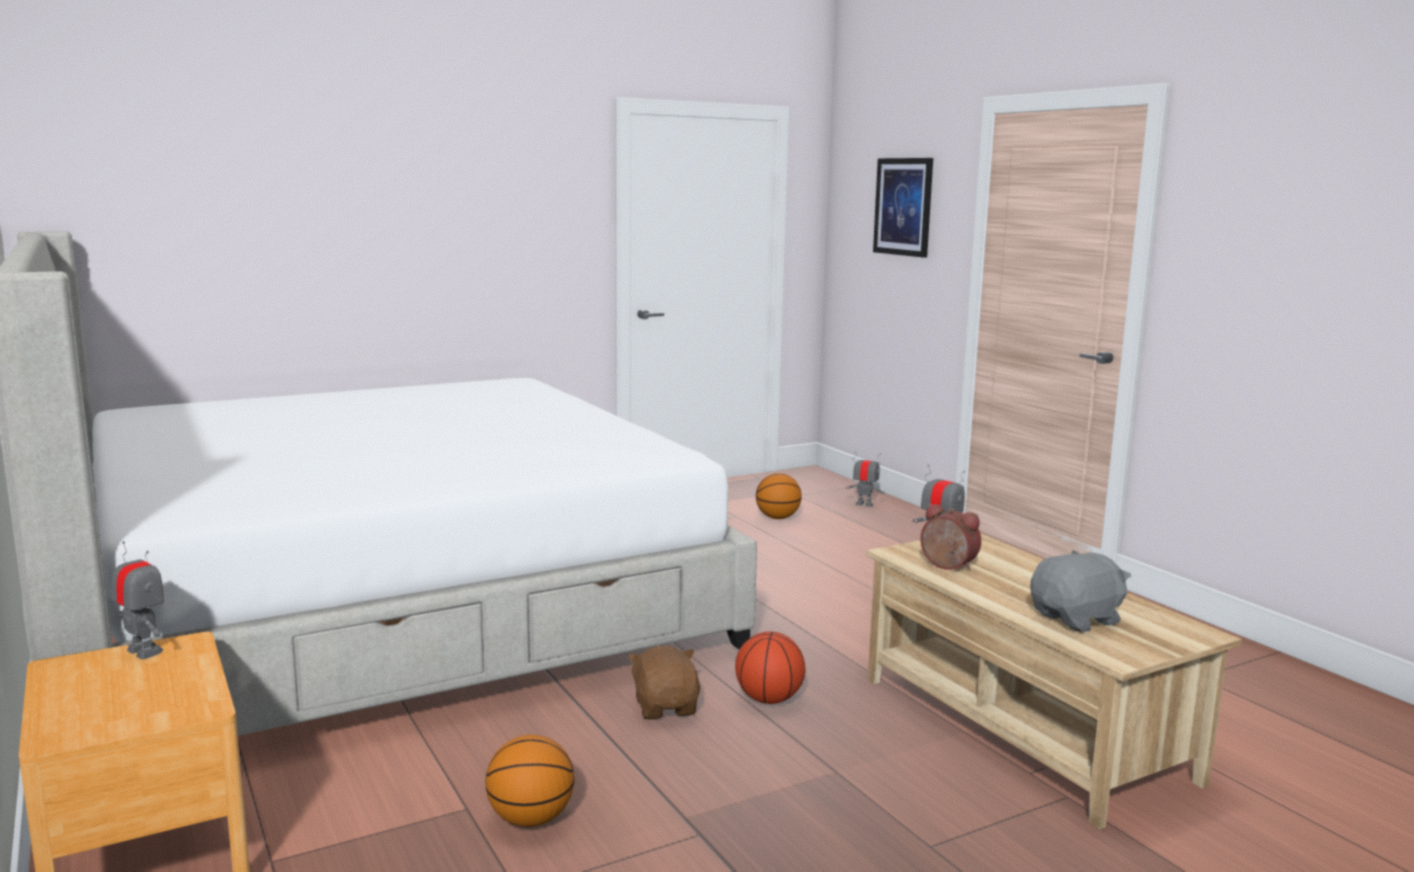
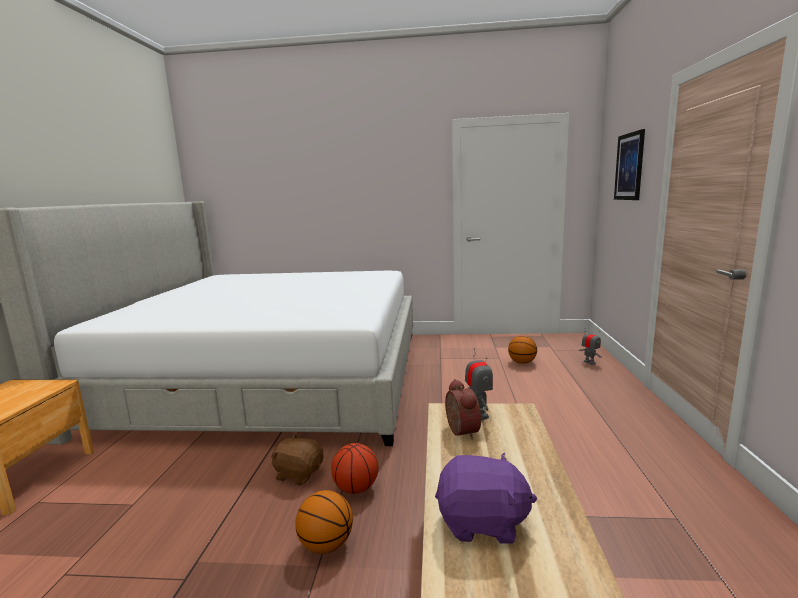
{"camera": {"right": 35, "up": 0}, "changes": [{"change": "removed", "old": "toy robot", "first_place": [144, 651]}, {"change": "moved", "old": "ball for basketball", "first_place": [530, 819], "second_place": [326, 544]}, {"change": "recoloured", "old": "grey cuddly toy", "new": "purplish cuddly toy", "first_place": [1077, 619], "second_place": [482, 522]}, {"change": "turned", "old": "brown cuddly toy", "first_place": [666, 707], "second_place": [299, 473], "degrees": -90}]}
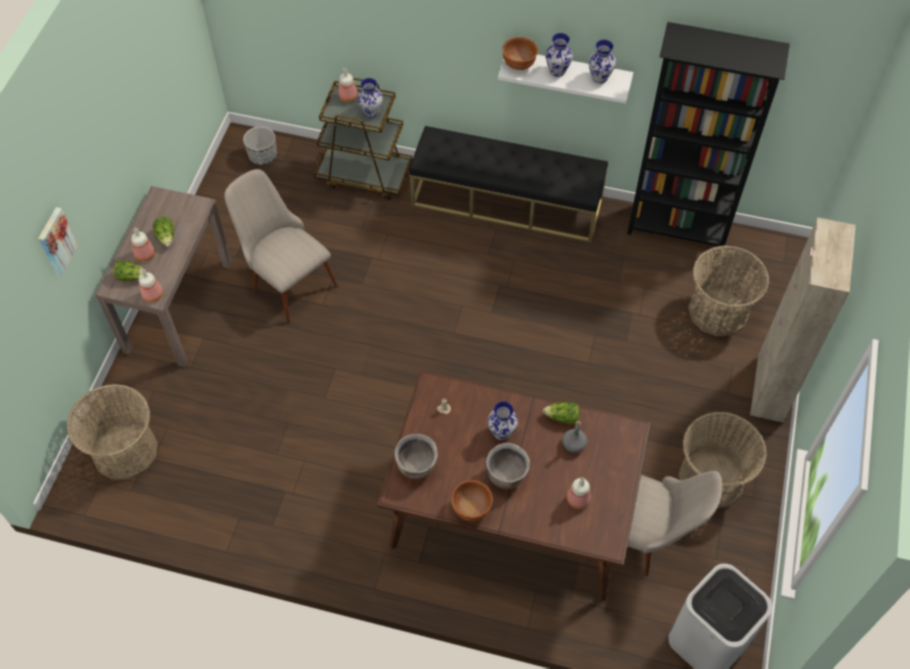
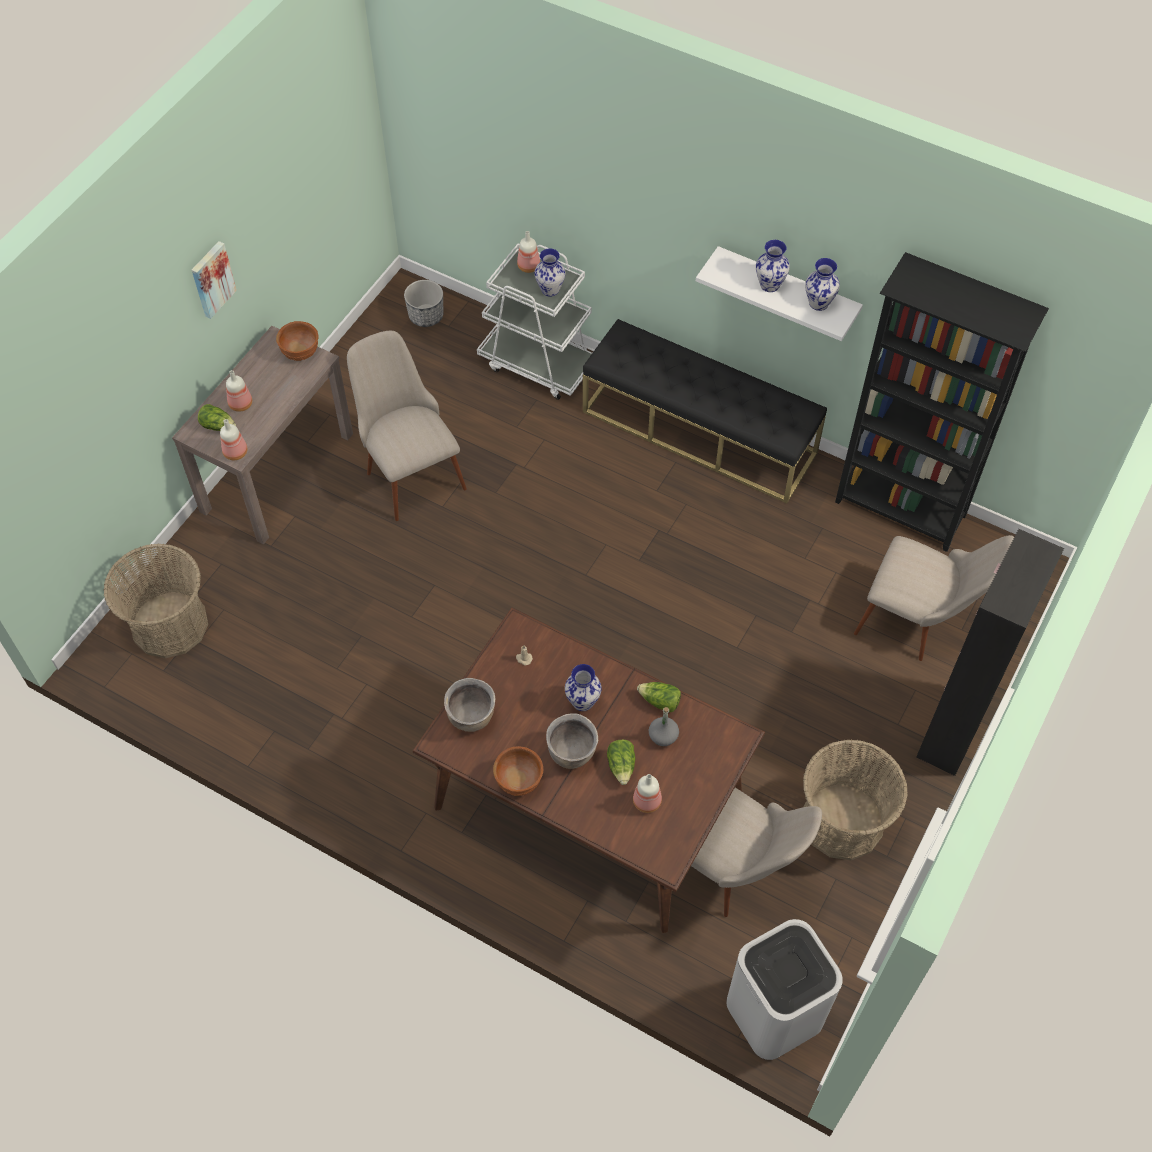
{"camera": {"right": 15, "up": 0}, "changes": [{"change": "moved", "old": "wall art", "first_place": [56, 241], "second_place": [211, 279]}, {"change": "moved", "old": "lettuce head", "first_place": [166, 237], "second_place": [621, 766]}, {"change": "moved", "old": "brown serving bowl", "first_place": [519, 65], "second_place": [301, 353]}, {"change": "replaced", "old": "household basket", "new": "sand-coloured plain chair", "first_place": [718, 311], "second_place": [918, 622]}, {"change": "recoloured", "old": "brown wheeled cart", "new": "whitish wheeled cart", "first_place": [365, 175], "second_place": [538, 363]}, {"change": "recoloured", "old": "sand-coloured cupboard", "new": "black-coloured cupboard", "first_place": [770, 388], "second_place": [952, 730]}]}
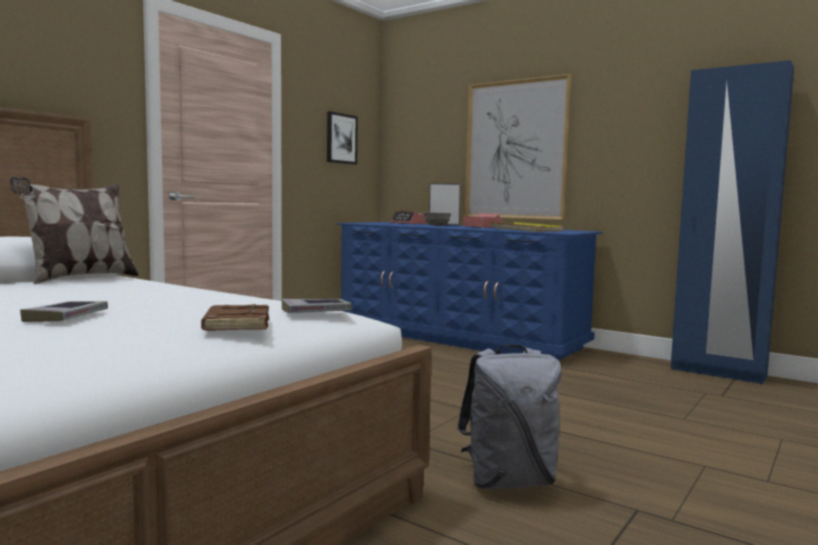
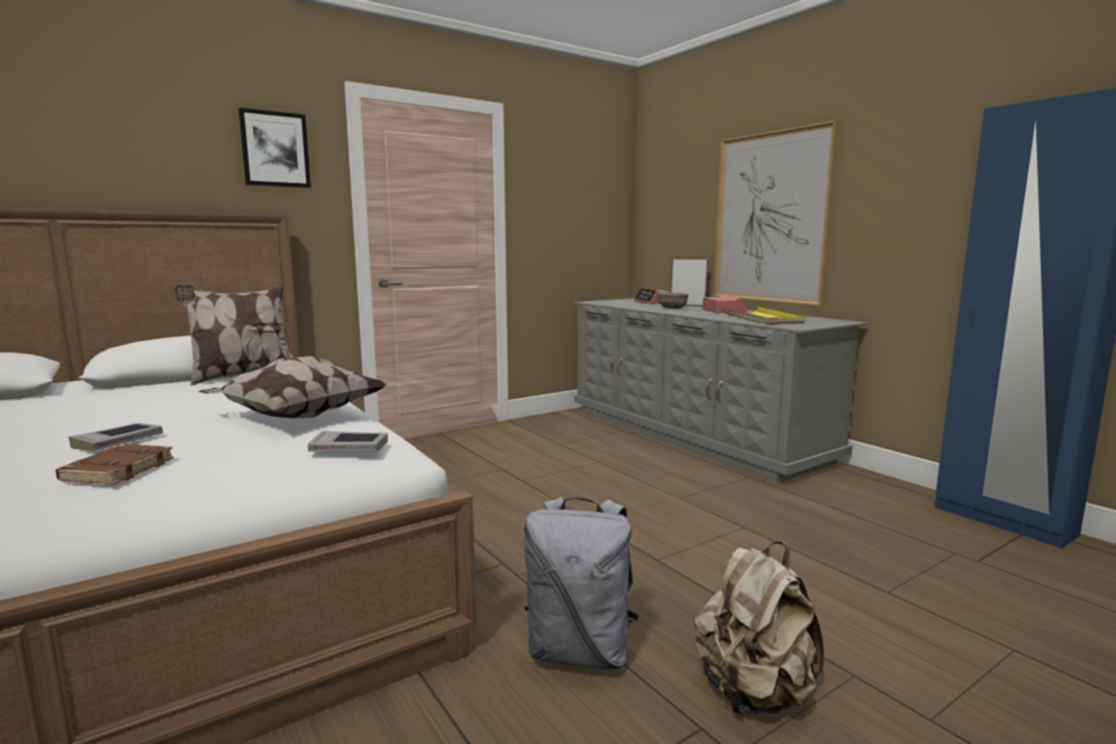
{"camera": {"right": 20, "up": 5}, "changes": [{"change": "added", "new": "cushion", "second_place": [296, 417]}, {"change": "added", "new": "sand-coloured knapsack", "second_place": [753, 693]}, {"change": "moved", "old": "brown bound book", "first_place": [235, 324], "second_place": [118, 470]}, {"change": "moved", "old": "wall art", "first_place": [341, 138], "second_place": [275, 149]}, {"change": "recoloured", "old": "bluish chest of drawers", "new": "grey chest of drawers", "first_place": [457, 337], "second_place": [692, 434]}]}
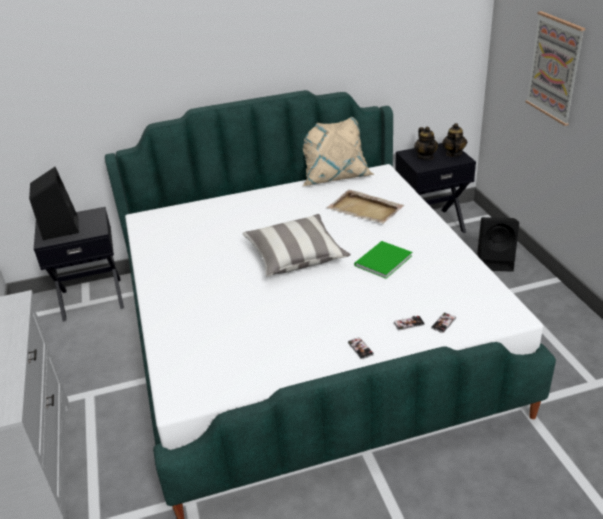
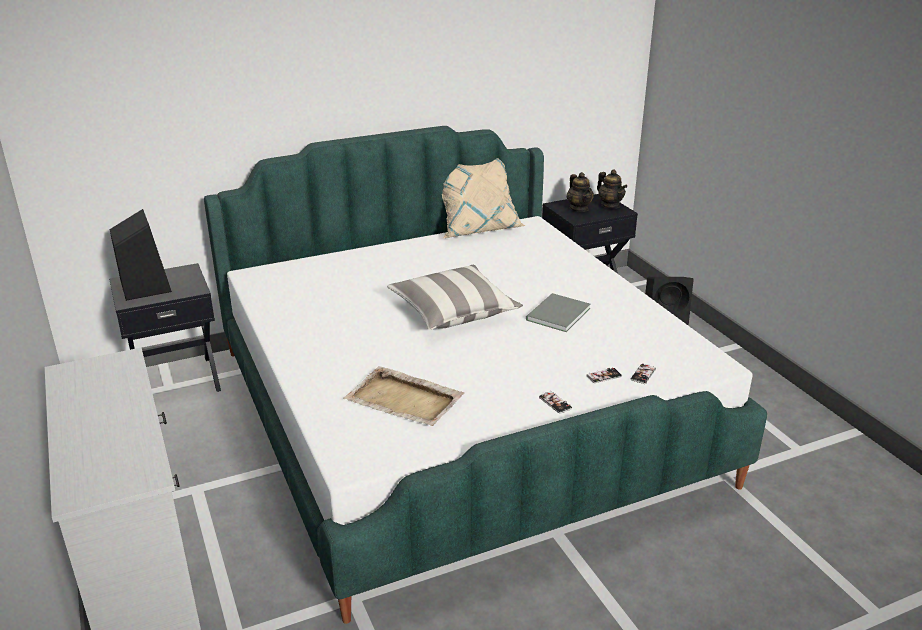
{"camera": {"right": -10, "up": -5}, "changes": [{"change": "removed", "old": "wall art", "first_place": [554, 68]}, {"change": "moved", "old": "sand-coloured tray", "first_place": [365, 209], "second_place": [405, 400]}, {"change": "recoloured", "old": "greenish bound book", "new": "grey bound book", "first_place": [381, 261], "second_place": [556, 314]}, {"change": "turned", "old": "tea pot", "first_place": [453, 154], "second_place": [610, 205], "degrees": 150}]}
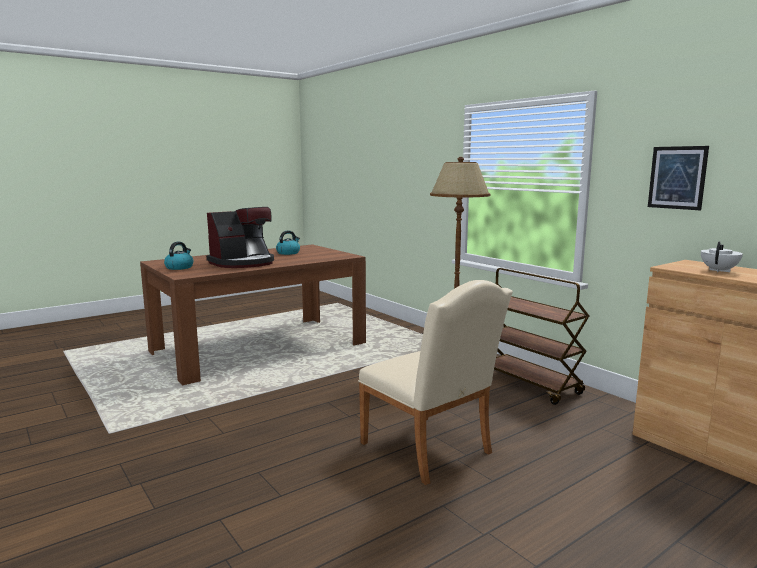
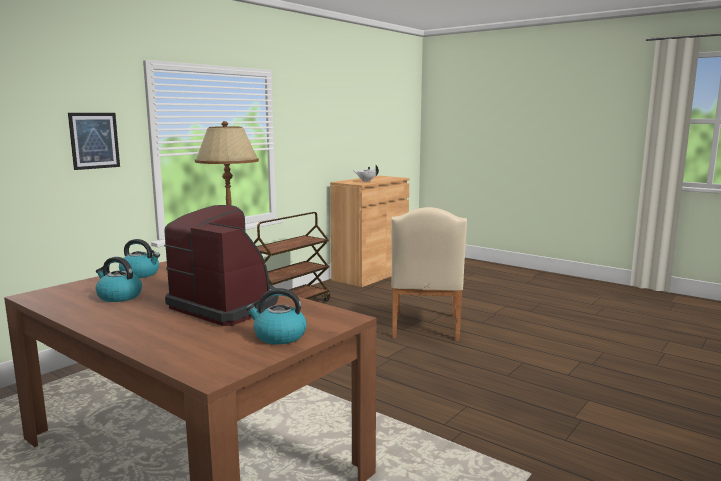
{"camera": {"right": -105, "up": 0}, "changes": [{"change": "added", "new": "kettle", "second_place": [140, 274]}, {"change": "moved", "old": "wall art", "first_place": [677, 177], "second_place": [94, 140]}, {"change": "turned", "old": "sand-coloured plain chair", "first_place": [431, 451], "second_place": [425, 328], "degrees": 150}]}
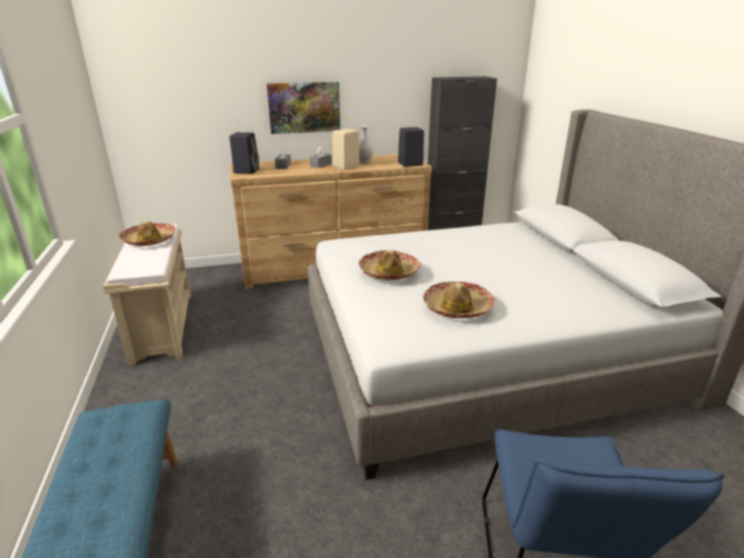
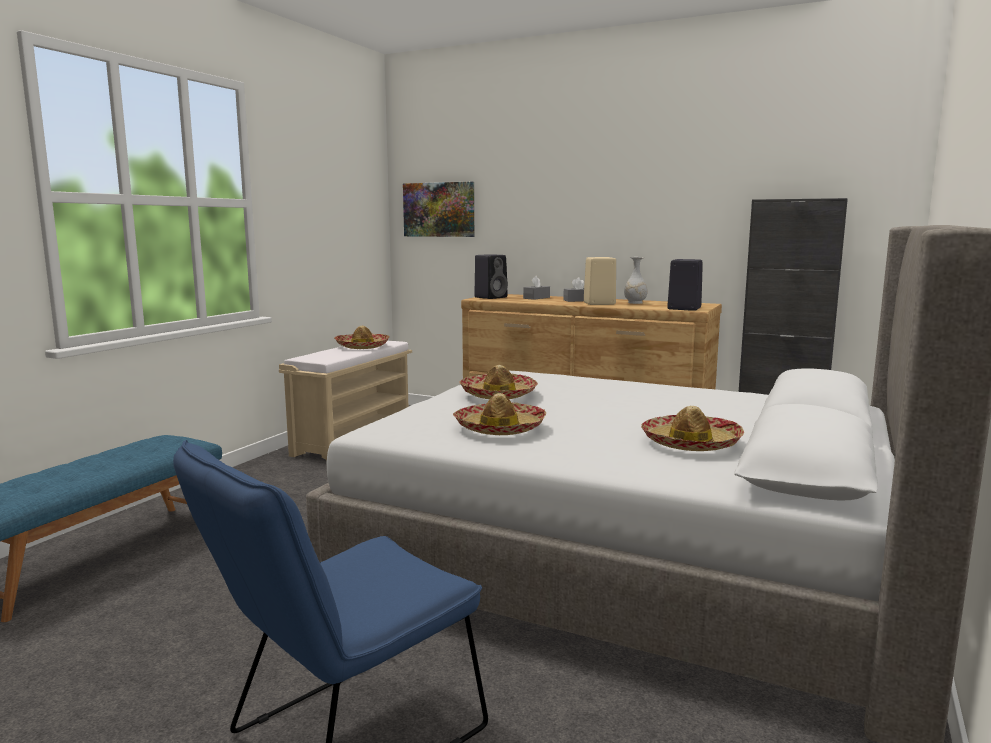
{"camera": {"right": 40, "up": -15}, "changes": [{"change": "added", "new": "hat", "second_place": [691, 443]}, {"change": "moved", "old": "wall art", "first_place": [304, 107], "second_place": [439, 209]}]}
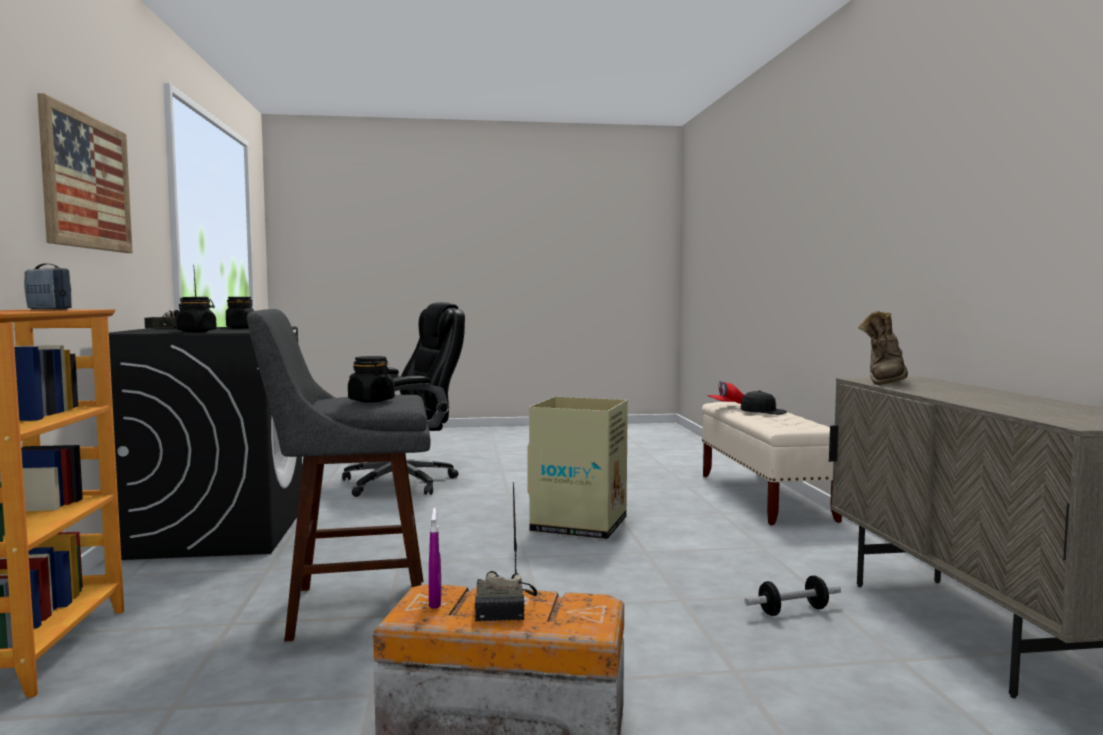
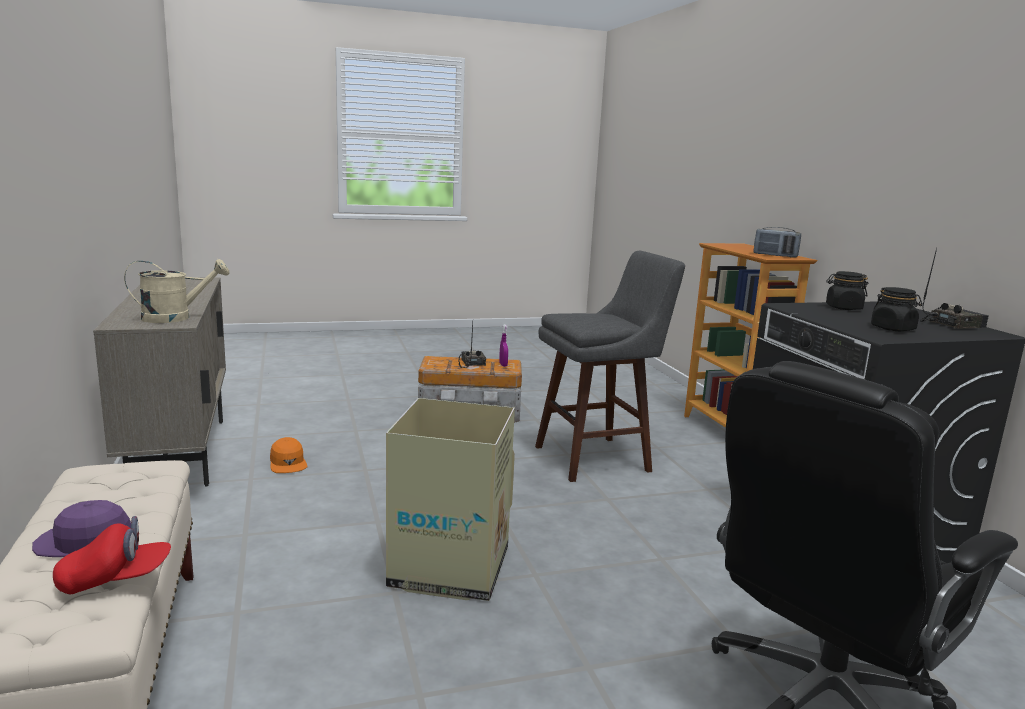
{"camera": {"right": 170, "up": 10}, "changes": [{"change": "removed", "old": "wall art", "first_place": [87, 182]}, {"change": "removed", "old": "black-coloured storage jar", "first_place": [371, 400]}, {"change": "replaced", "old": "free weight", "new": "orange peaked cap", "first_place": [793, 611], "second_place": [287, 463]}, {"change": "replaced", "old": "brown high-top boot", "new": "sand-coloured watering can", "first_place": [884, 382], "second_place": [175, 317]}, {"change": "recoloured", "old": "black-coloured peaked cap", "new": "purplish peaked cap", "first_place": [763, 412], "second_place": [85, 542]}]}
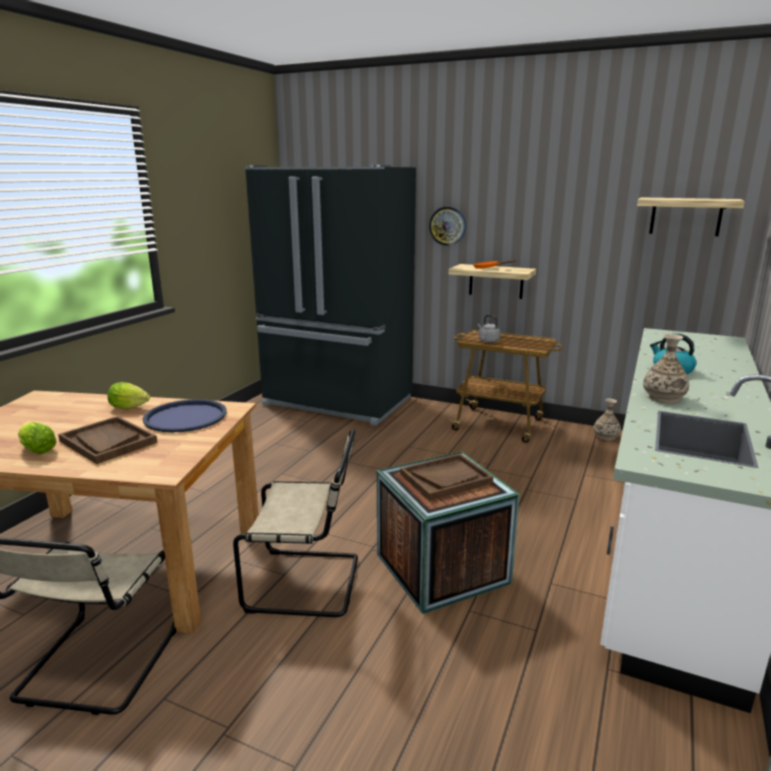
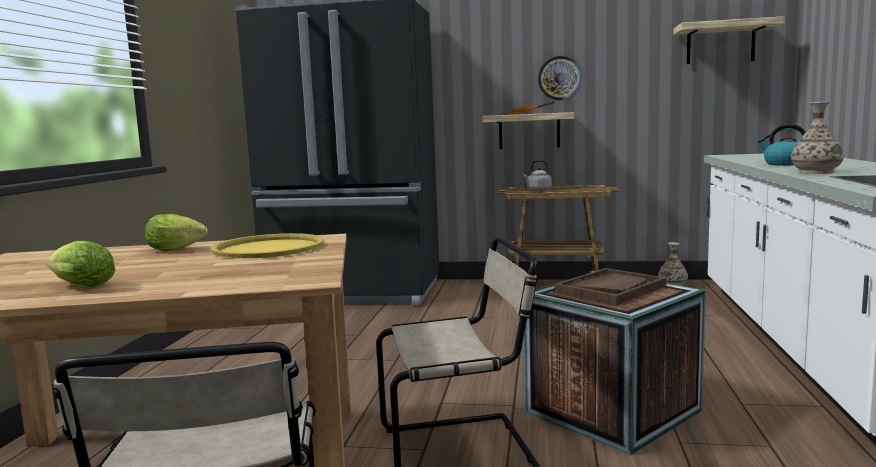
{"camera": {"right": -15, "up": -10}, "changes": [{"change": "removed", "old": "brown tray", "first_place": [108, 441]}, {"change": "moved", "old": "wall clock", "first_place": [447, 226], "second_place": [559, 78]}, {"change": "recoloured", "old": "bluish tray", "new": "yellow tray", "first_place": [186, 417], "second_place": [269, 248]}]}
